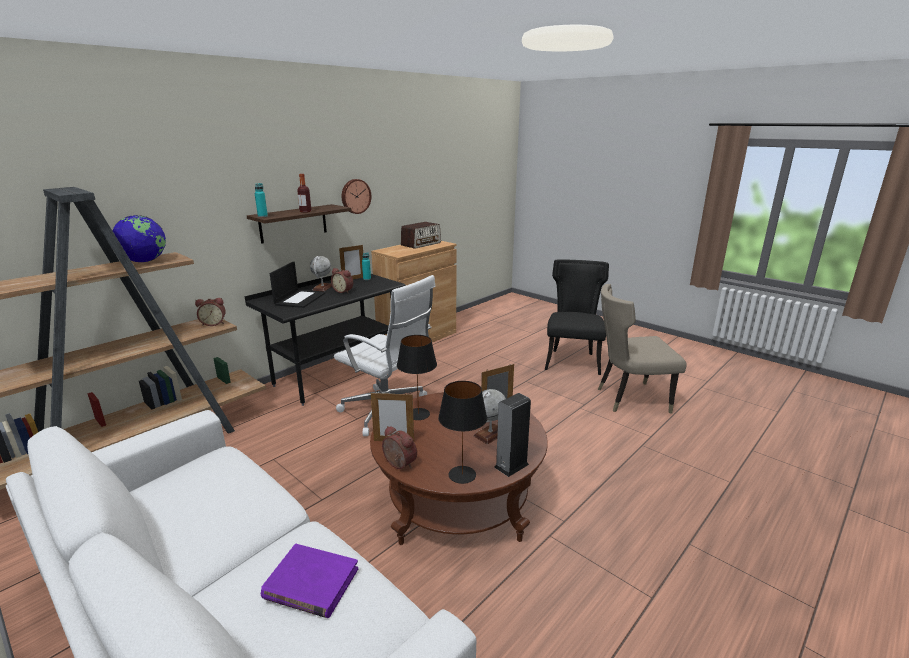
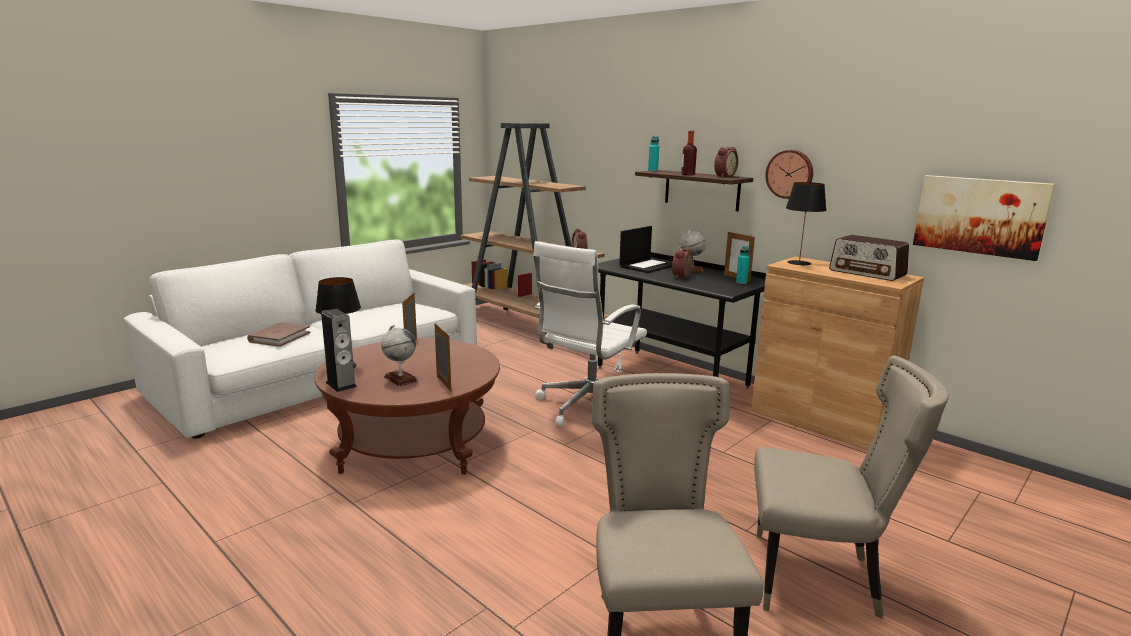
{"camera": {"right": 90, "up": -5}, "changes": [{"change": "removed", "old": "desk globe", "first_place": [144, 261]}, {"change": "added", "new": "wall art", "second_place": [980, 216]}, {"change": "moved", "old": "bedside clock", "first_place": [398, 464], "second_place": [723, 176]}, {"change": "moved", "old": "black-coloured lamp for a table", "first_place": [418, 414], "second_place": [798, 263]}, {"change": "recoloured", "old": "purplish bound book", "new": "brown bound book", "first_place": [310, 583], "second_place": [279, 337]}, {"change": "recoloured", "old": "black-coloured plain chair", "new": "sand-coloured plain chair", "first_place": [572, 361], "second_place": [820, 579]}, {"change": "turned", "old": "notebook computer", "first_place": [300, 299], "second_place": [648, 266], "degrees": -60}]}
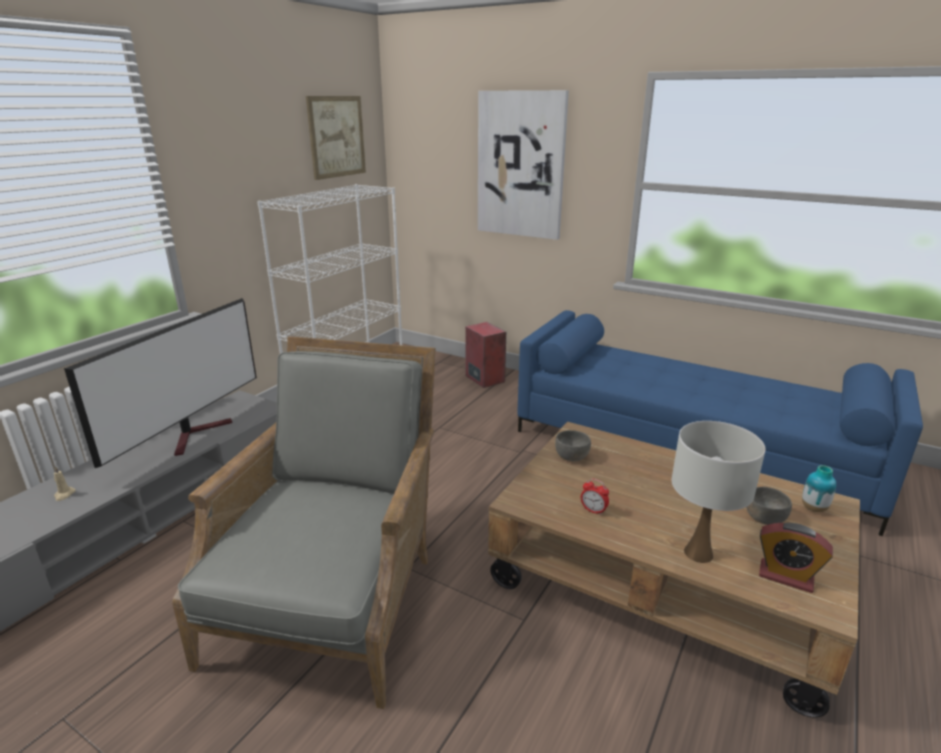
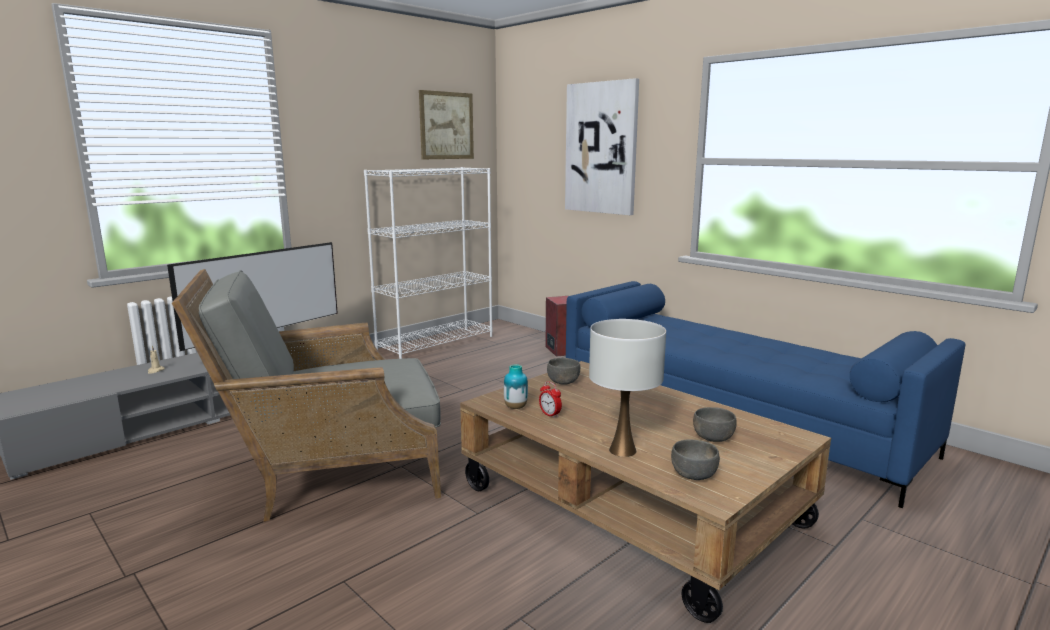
{"camera": {"right": 15, "up": -10}, "changes": [{"change": "moved", "old": "decorative vase", "first_place": [813, 508], "second_place": [515, 407]}, {"change": "replaced", "old": "bedside clock", "new": "grey serving bowl", "first_place": [786, 576], "second_place": [694, 474]}, {"change": "turned", "old": "grey lounge chair", "first_place": [335, 594], "second_place": [330, 474], "degrees": -135}]}
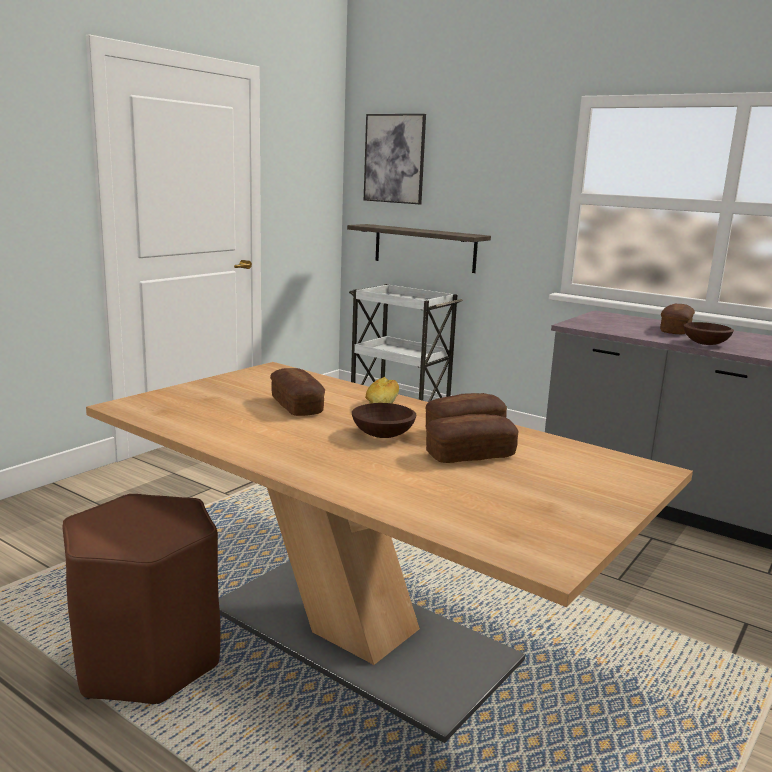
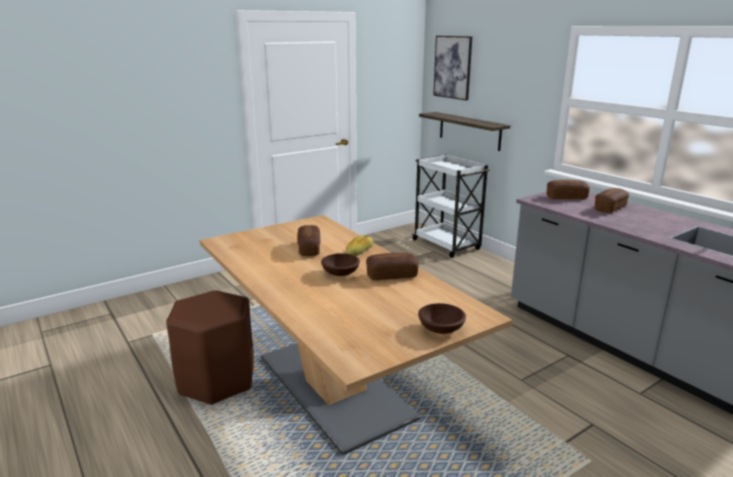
{"camera": {"right": 20, "up": 5}, "changes": [{"change": "moved", "old": "bakery bread", "first_place": [470, 455], "second_place": [566, 197]}, {"change": "moved", "old": "brown serving bowl", "first_place": [706, 343], "second_place": [442, 329]}]}
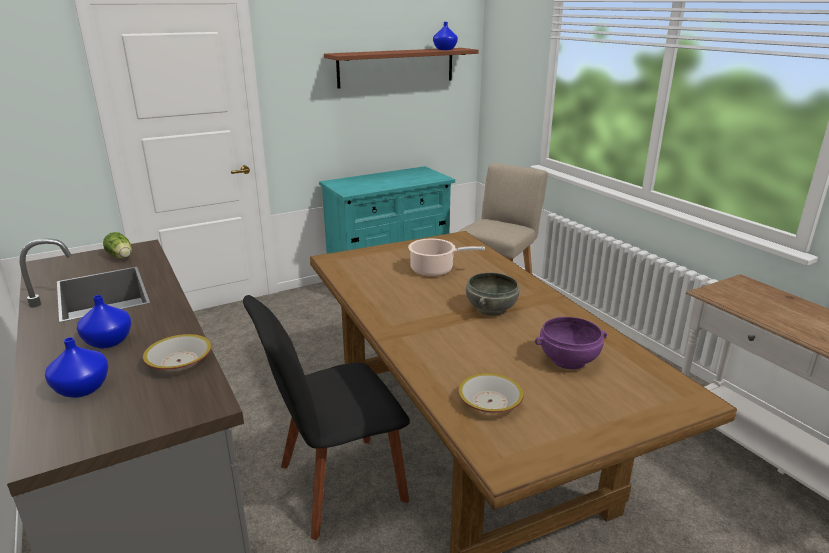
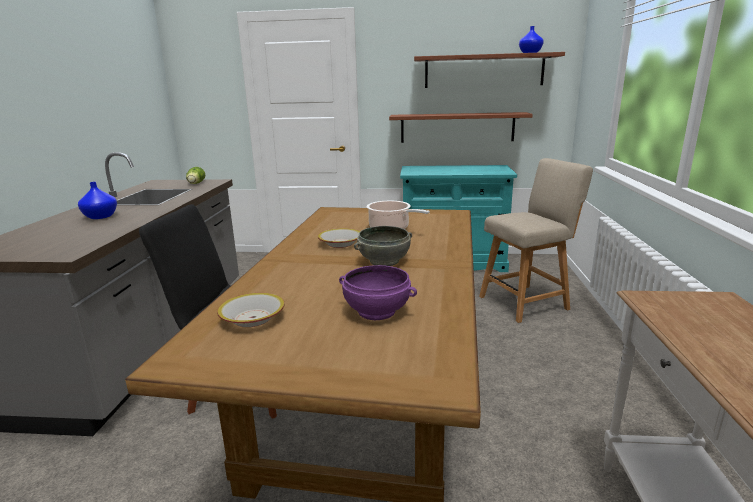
{"camera": {"right": 35, "up": -5}, "changes": [{"change": "removed", "old": "bluish decorative vase", "first_place": [82, 389]}, {"change": "added", "new": "brown shelf", "second_place": [457, 127]}, {"change": "moved", "old": "serving bowl", "first_place": [179, 361], "second_place": [340, 243]}]}
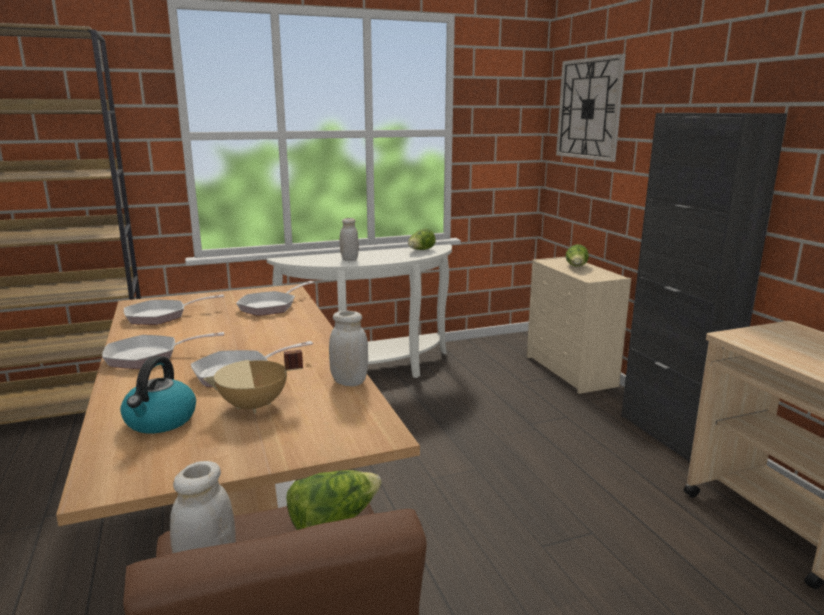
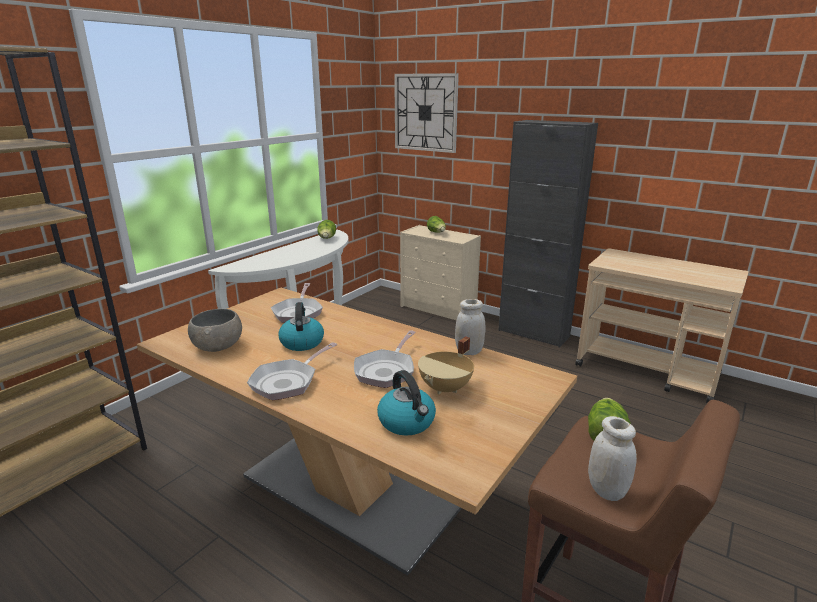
{"camera": {"right": -35, "up": 5}, "changes": [{"change": "removed", "old": "whitish storage jar", "first_place": [349, 259]}, {"change": "added", "new": "kettle", "second_place": [301, 342]}, {"change": "replaced", "old": "skillet", "new": "grey serving bowl", "first_place": [161, 316], "second_place": [218, 346]}]}
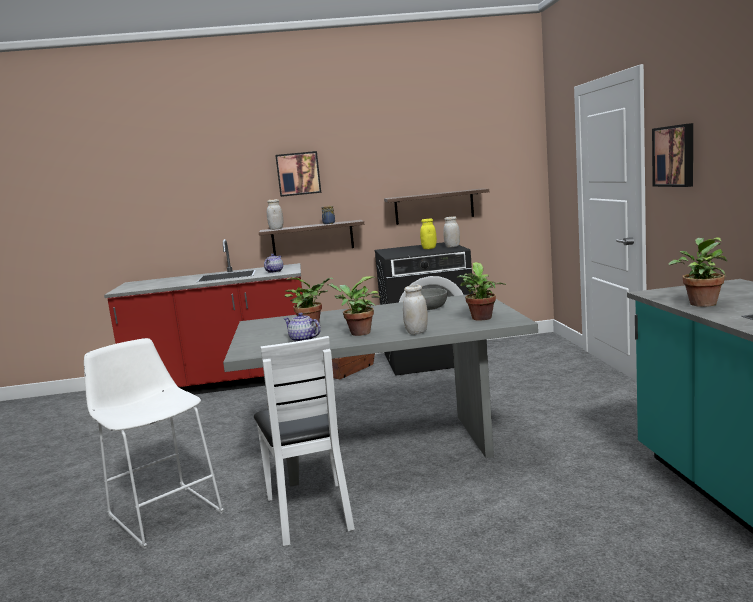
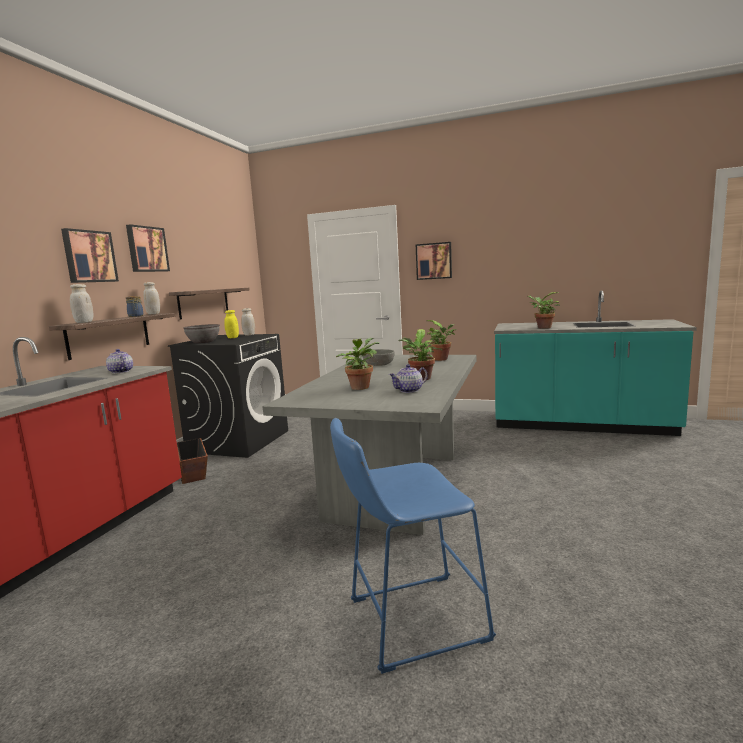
{"camera": {"right": -65, "up": 0}, "changes": [{"change": "removed", "old": "whitish plain chair", "first_place": [310, 512]}, {"change": "added", "new": "wall art", "second_place": [146, 249]}, {"change": "added", "new": "grey serving bowl", "second_place": [203, 341]}, {"change": "moved", "old": "whitish storage jar", "first_place": [417, 332], "second_place": [153, 314]}, {"change": "recoloured", "old": "whitish sitting stool", "new": "bluish sitting stool", "first_place": [163, 512], "second_place": [410, 620]}]}
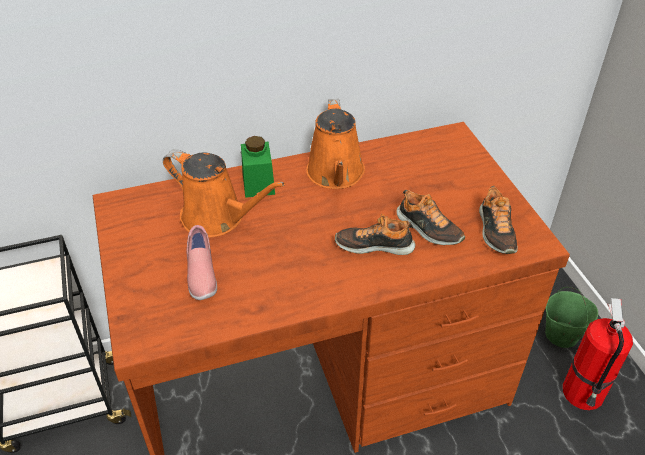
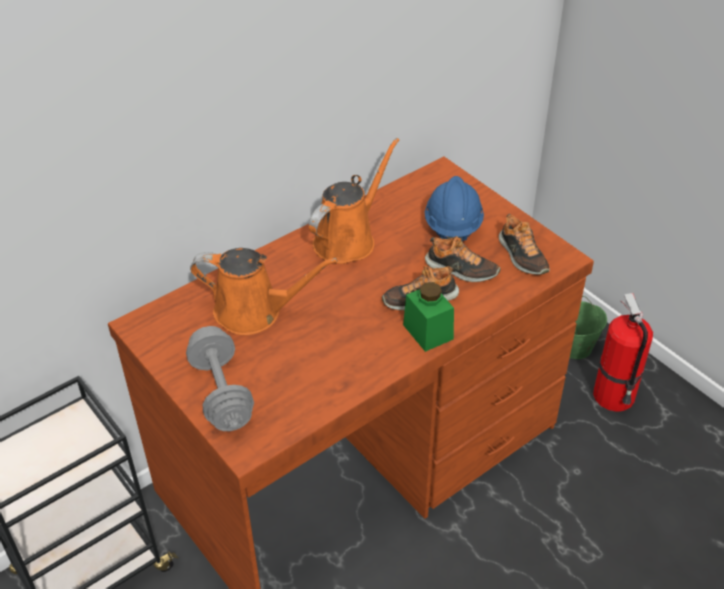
{"camera": {"right": -20, "up": 0}, "changes": [{"change": "removed", "old": "pink item of footwear", "first_place": [201, 275]}, {"change": "added", "new": "grey free weight", "second_place": [221, 393]}, {"change": "added", "new": "bluish safety helmet", "second_place": [452, 225]}, {"change": "moved", "old": "greenish storage jar", "first_place": [258, 183], "second_place": [428, 332]}, {"change": "turned", "old": "orange watering can", "first_place": [336, 175], "second_place": [348, 240], "degrees": -120}]}
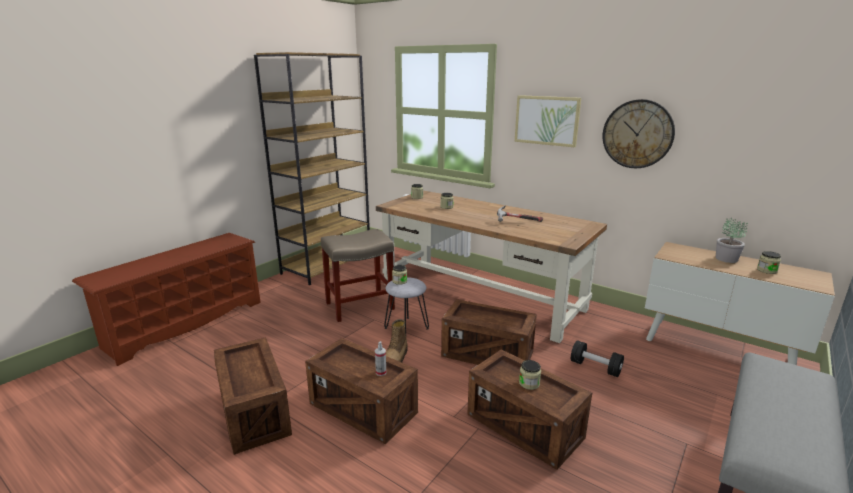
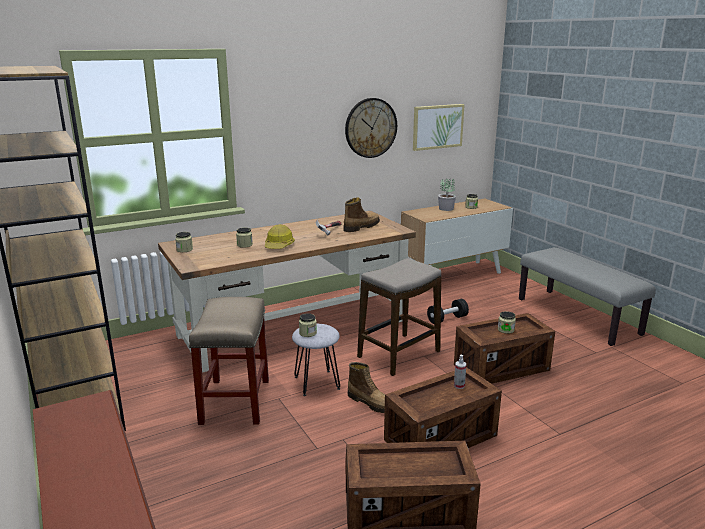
{"camera": {"right": -65, "up": 0}, "changes": [{"change": "added", "new": "safety helmet", "second_place": [279, 246]}, {"change": "added", "new": "high-top boot", "second_place": [361, 227]}, {"change": "moved", "old": "wall art", "first_place": [547, 120], "second_place": [437, 126]}, {"change": "replaced", "old": "shipping crate", "new": "sitting stool", "first_place": [487, 354], "second_place": [398, 354]}]}
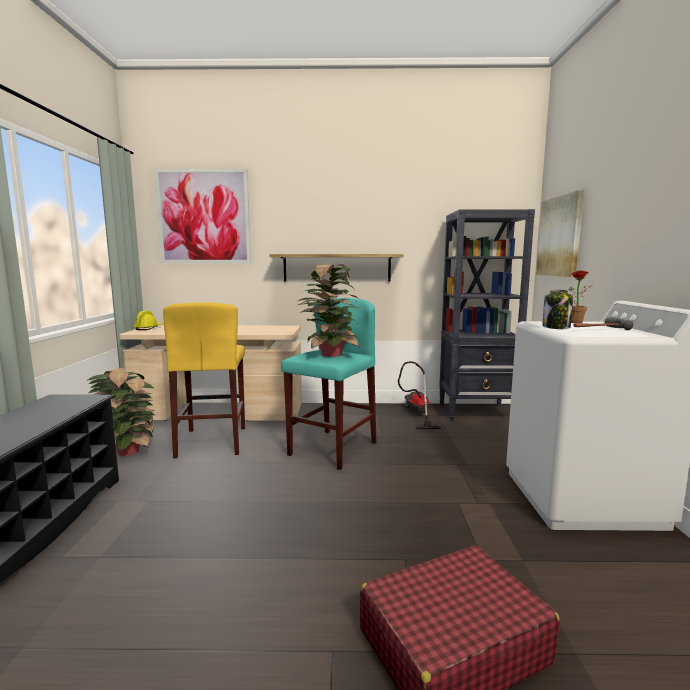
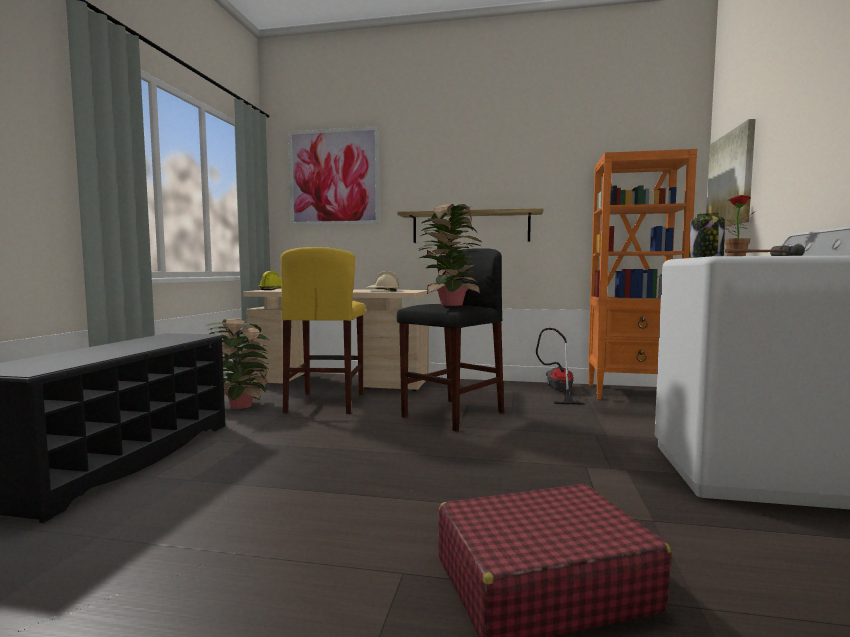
{"camera": {"right": 10, "up": -5}, "changes": [{"change": "added", "new": "sand-coloured safety helmet", "second_place": [383, 291]}, {"change": "recoloured", "old": "turquoise sitting stool", "new": "black-coloured sitting stool", "first_place": [332, 449], "second_place": [452, 414]}, {"change": "recoloured", "old": "black-coloured bookshelf", "new": "orange bookshelf", "first_place": [477, 412], "second_place": [633, 393]}]}
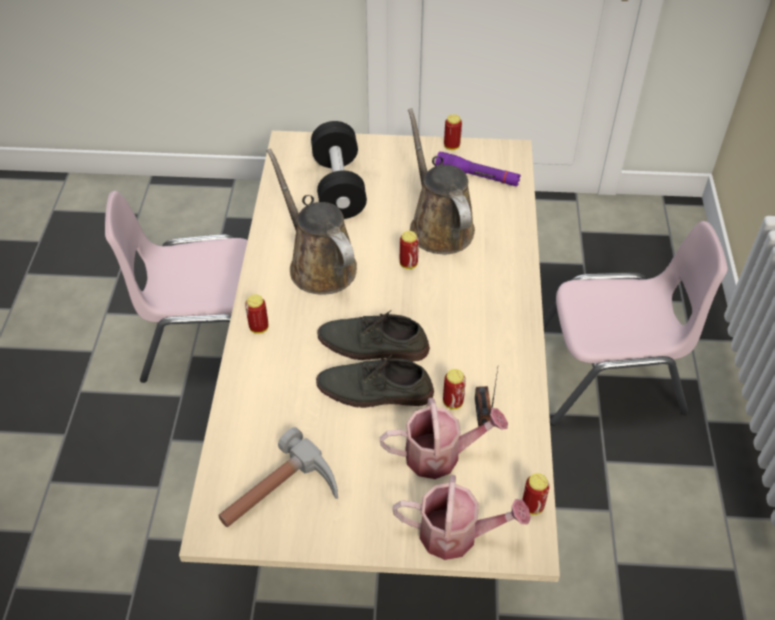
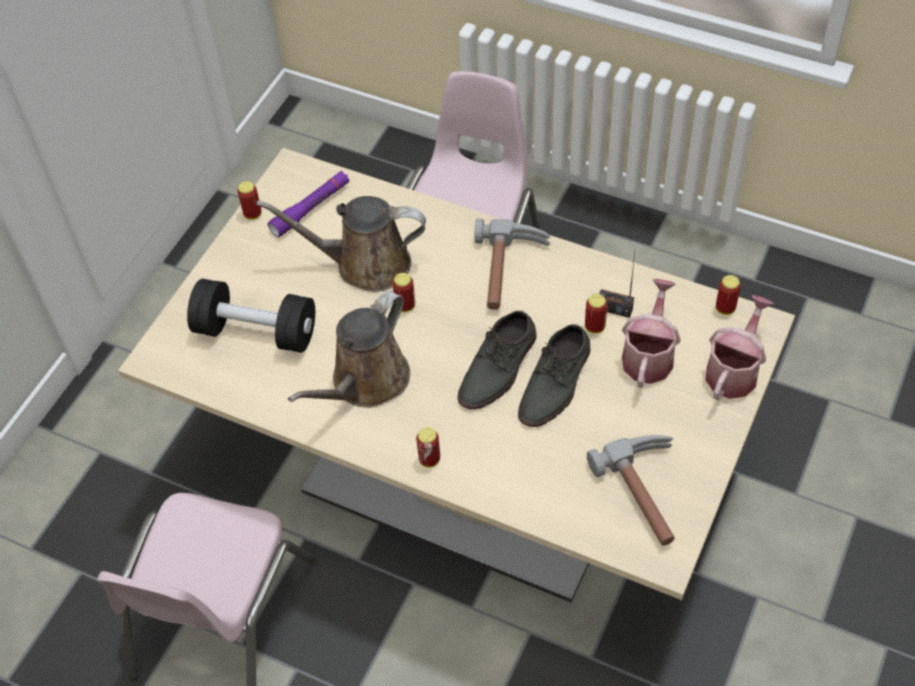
{"camera": {"right": -65, "up": 5}, "changes": [{"change": "added", "new": "hand hammer", "second_place": [510, 272]}, {"change": "turned", "old": "brown watering can", "first_place": [318, 264], "second_place": [366, 382], "degrees": -45}]}
